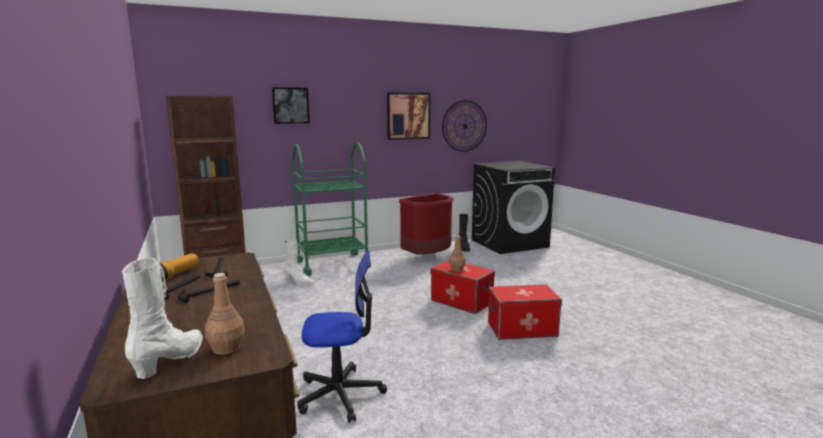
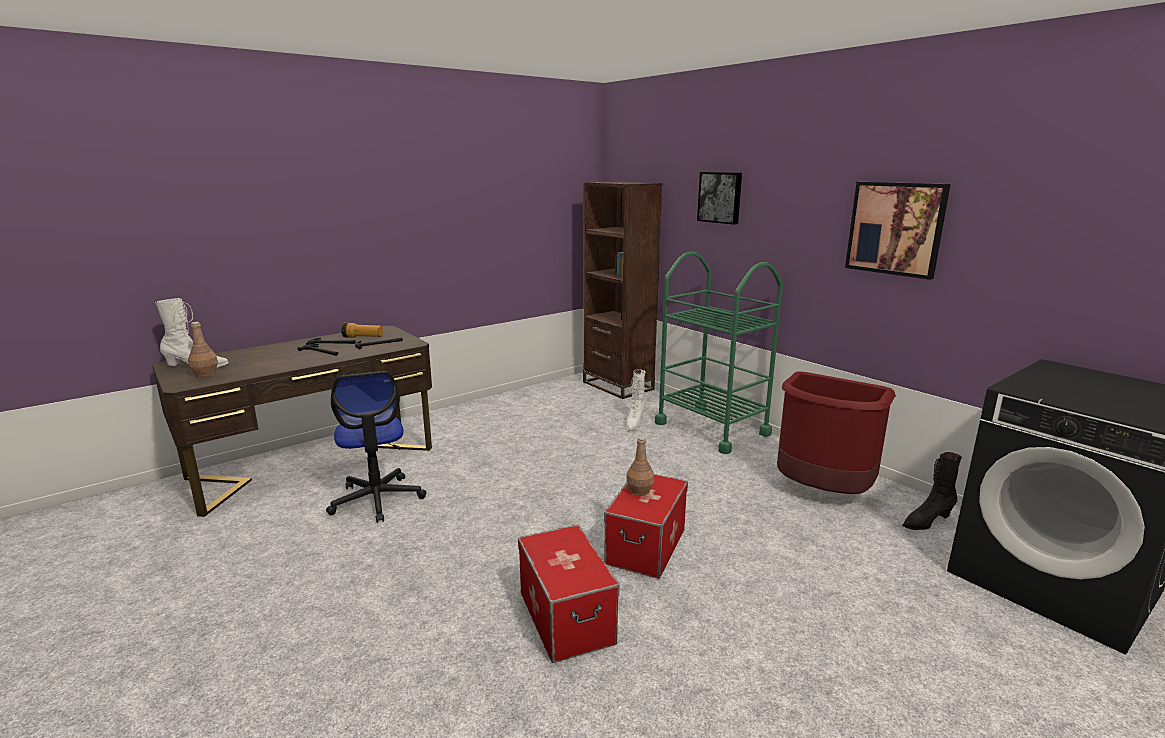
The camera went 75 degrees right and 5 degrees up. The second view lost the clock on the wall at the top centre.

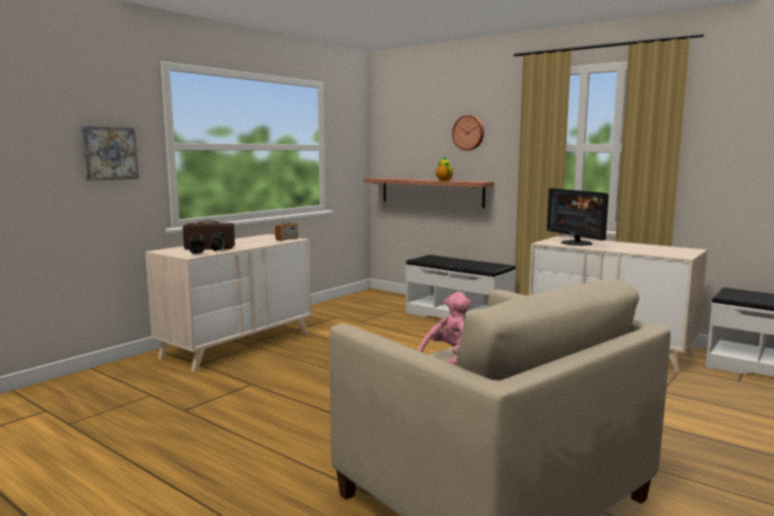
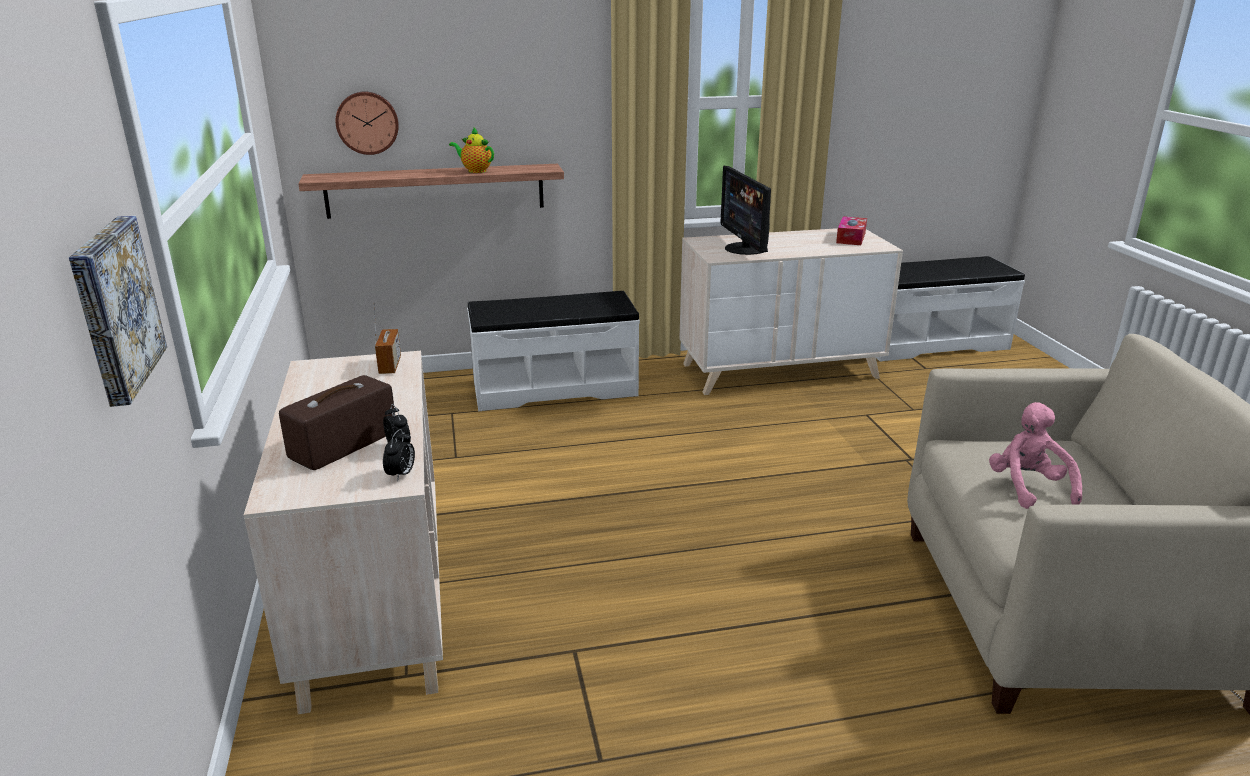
The camera went 50 degrees left and 15 degrees up. The clock on the wall ended up elsewhere, having gone from the top centre to the top left. The computer display at the middle right ended up facing another way, 60 degrees clockwise from before. The second view gained the tissue box at the top right.

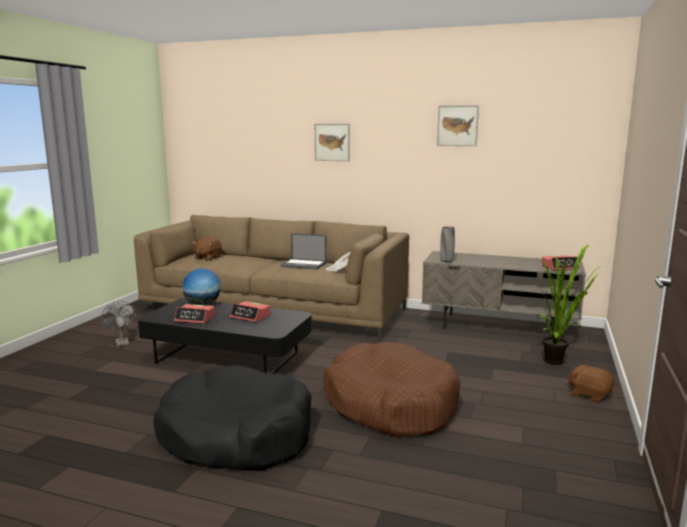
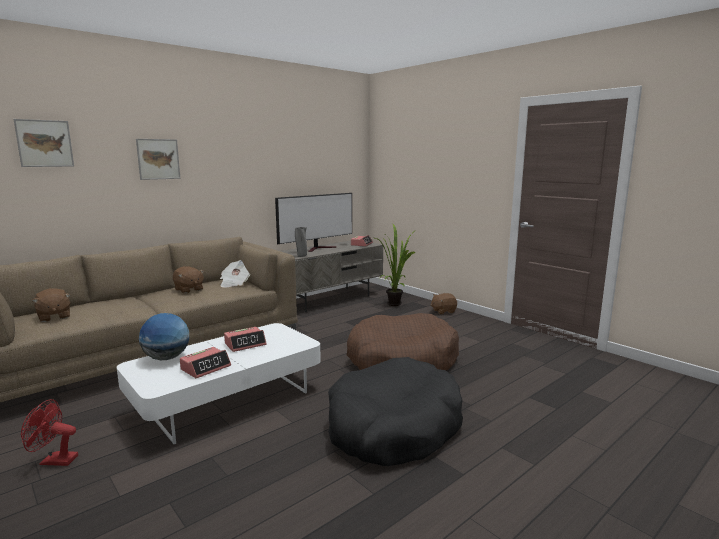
The camera went 60 degrees left and 0 degrees up. The wall art (no. 2 from left in the first image) ended up elsewhere, having gone from the top right to the top left. Where the portable computer stood at the centre, the brown plush toy (no. 2 from left) came to stand at the middle left. What was the blackish coffee table at the middle left turned into the whitish coffee table at the bottom left. What was the greyish fan at the middle left turned into the reddish fan at the bottom left. The second view gained the TV set at the centre.

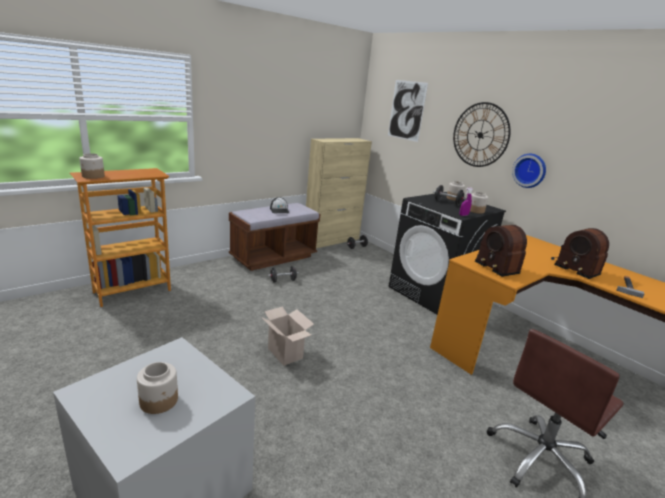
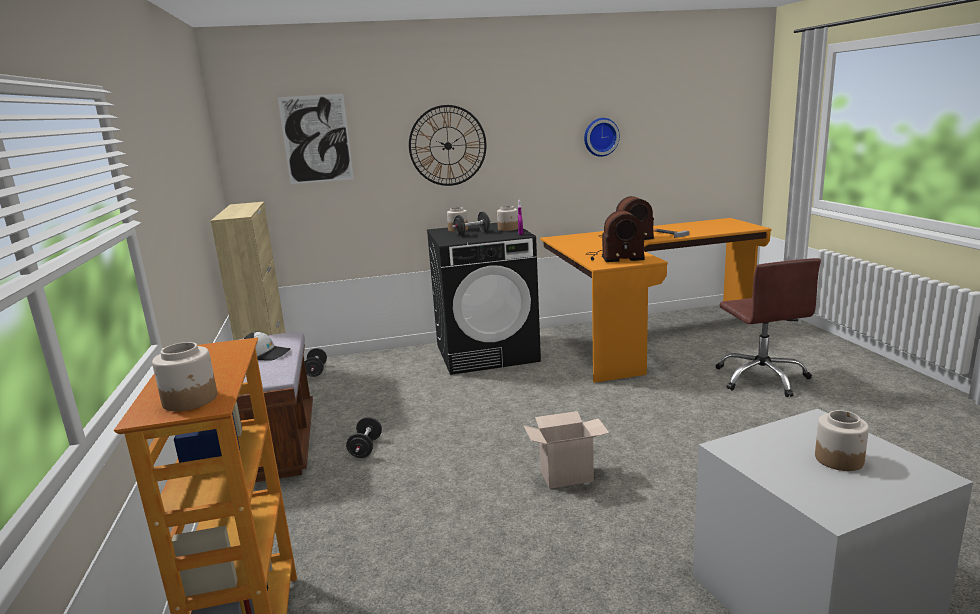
The camera went 60 degrees left and 5 degrees down. The clock on the wall (no. 2 from left) ended up elsewhere, having gone from the middle right to the top centre.

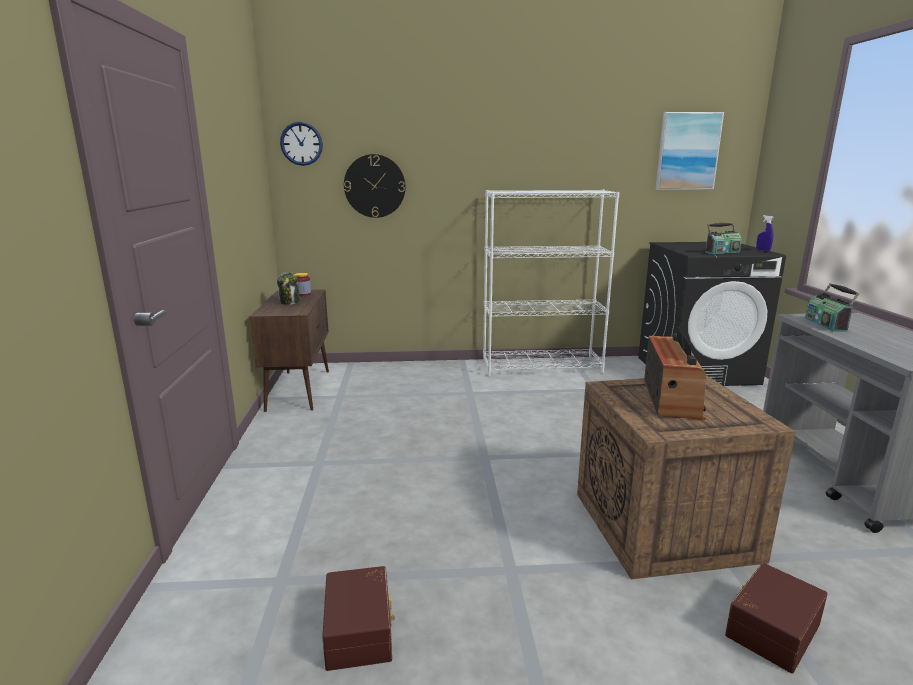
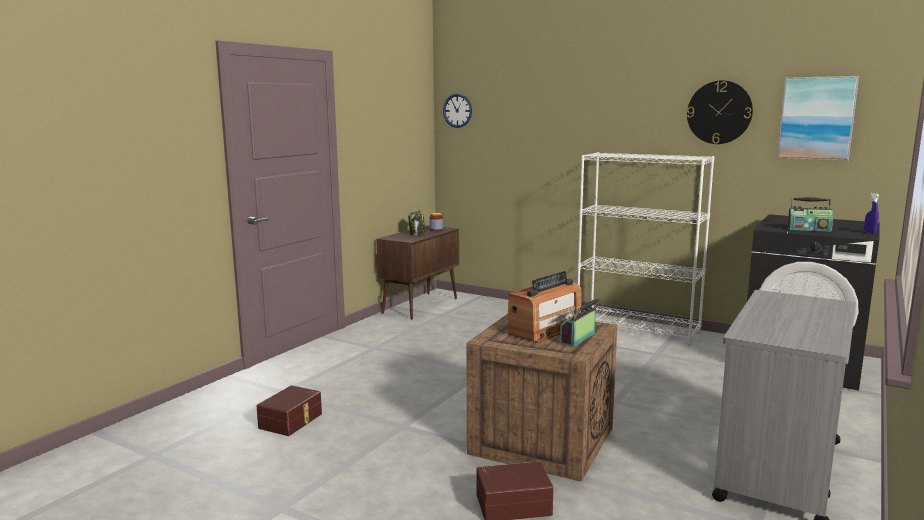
The camera went 35 degrees right and 5 degrees down. The clock on the wall (no. 2 from left) ended up elsewhere, having gone from the top centre to the top right. The radio (no. 3 from left in the first image) ended up elsewhere, having gone from the middle right to the centre.

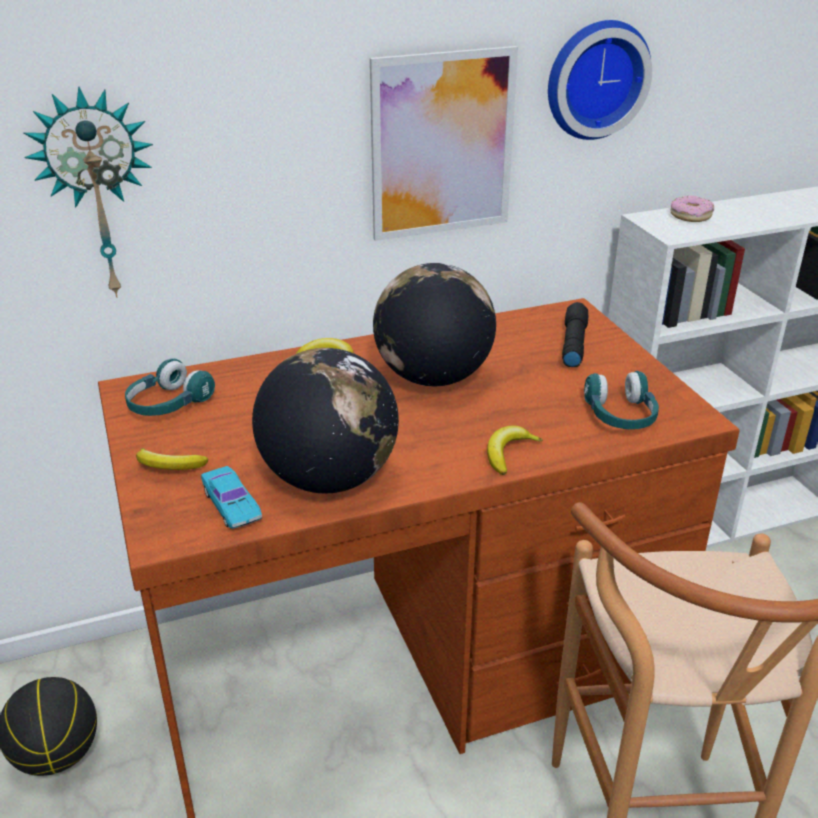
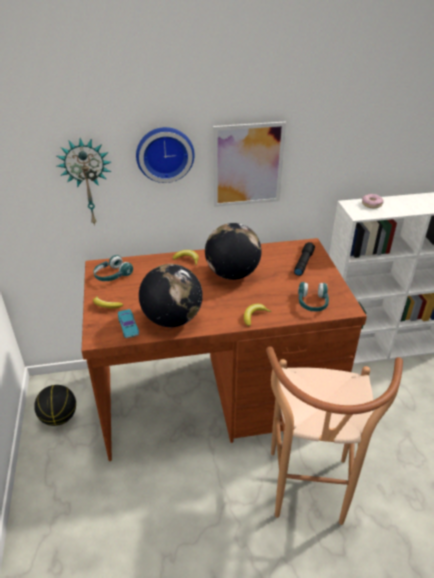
The camera went 10 degrees right and 5 degrees up. The clock on the wall (no. 2 from left) ended up elsewhere, having gone from the top right to the top centre.

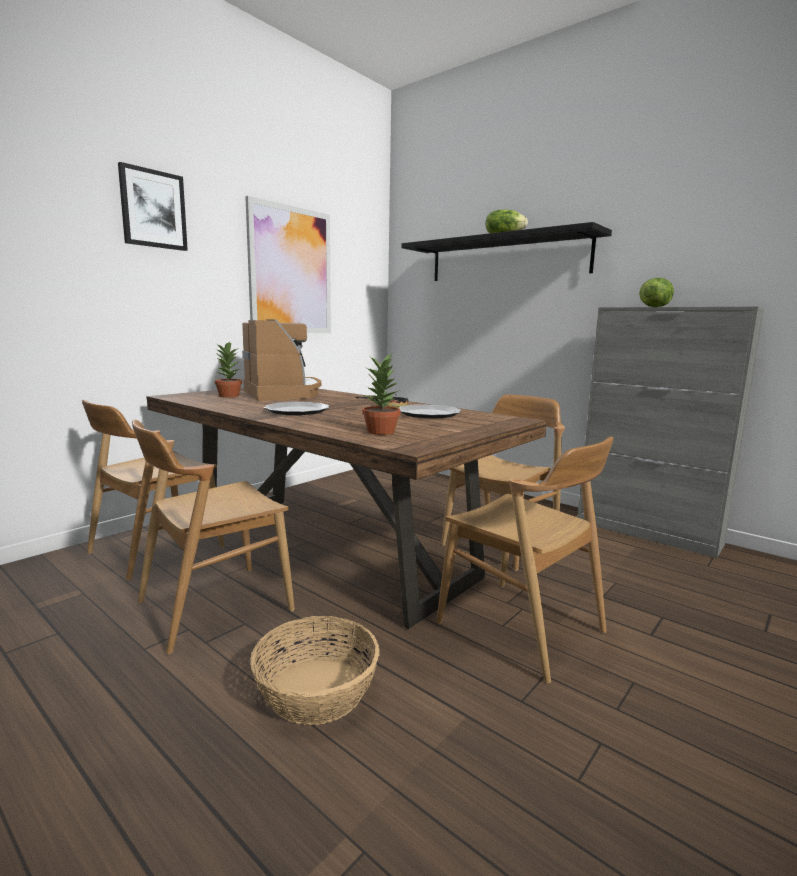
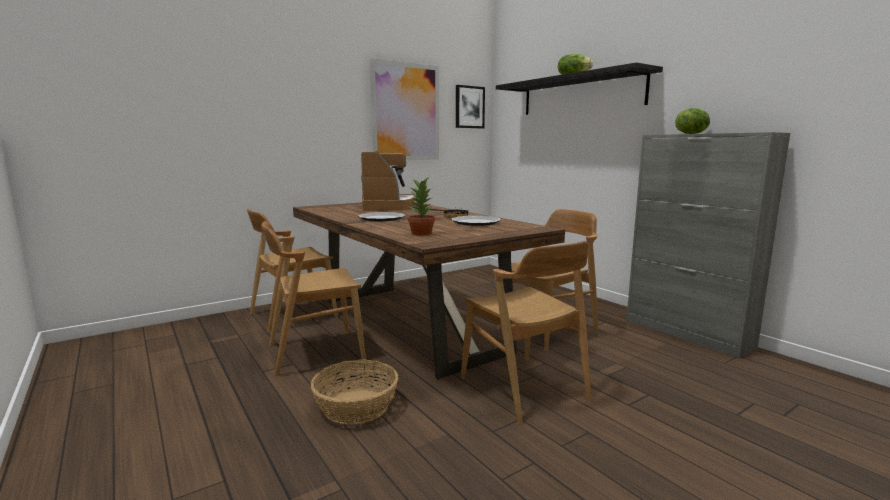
The camera went 15 degrees right and 0 degrees up. The wall art (no. 1 from left in the first image) ended up elsewhere, having gone from the top left to the top centre. The second view lost the plant in a pot (no. 1 from left) at the middle left.

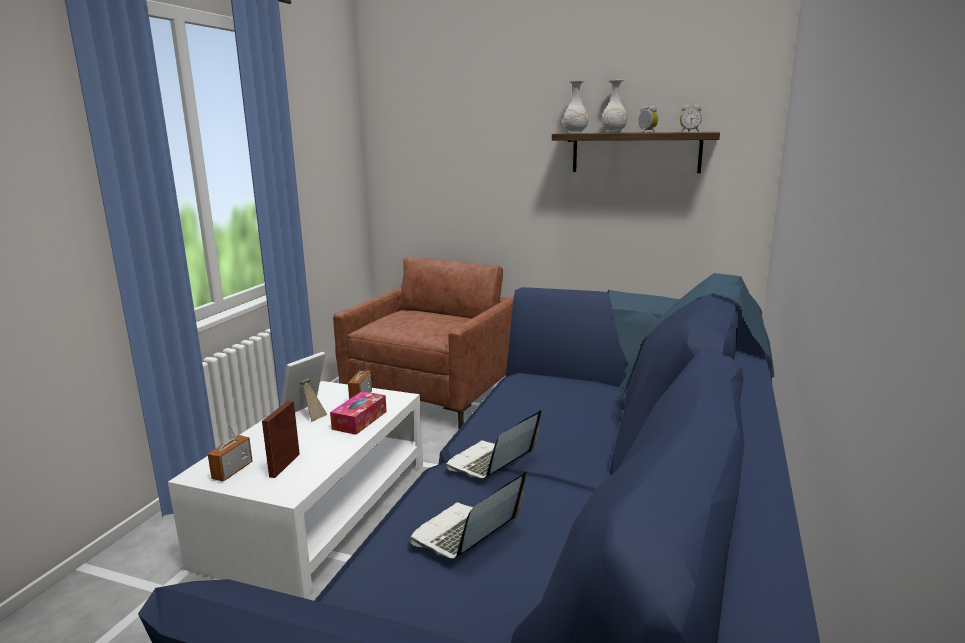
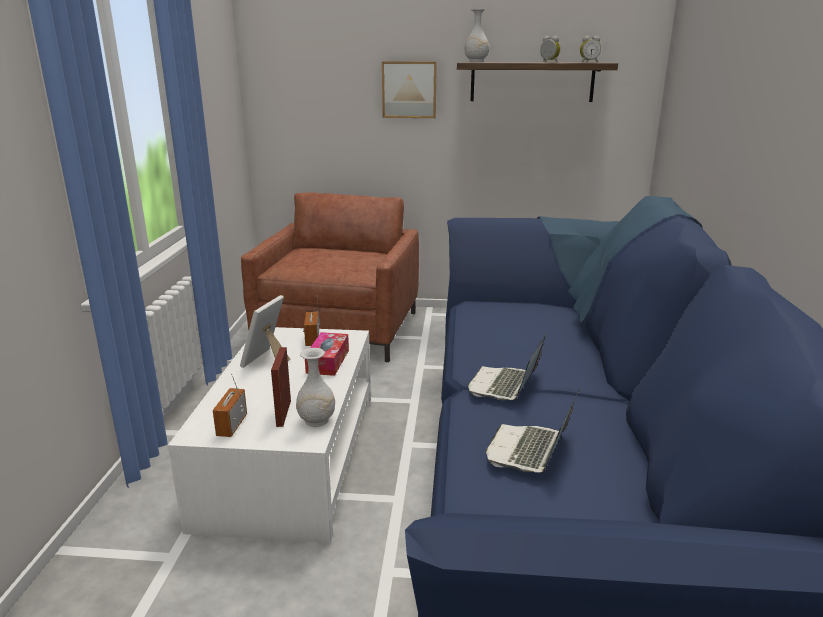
The camera went 15 degrees left and 5 degrees up. The whitish flower vase (no. 2 from left in the first image) ended up elsewhere, having gone from the top centre to the centre. The second view gained the wall art at the top centre.

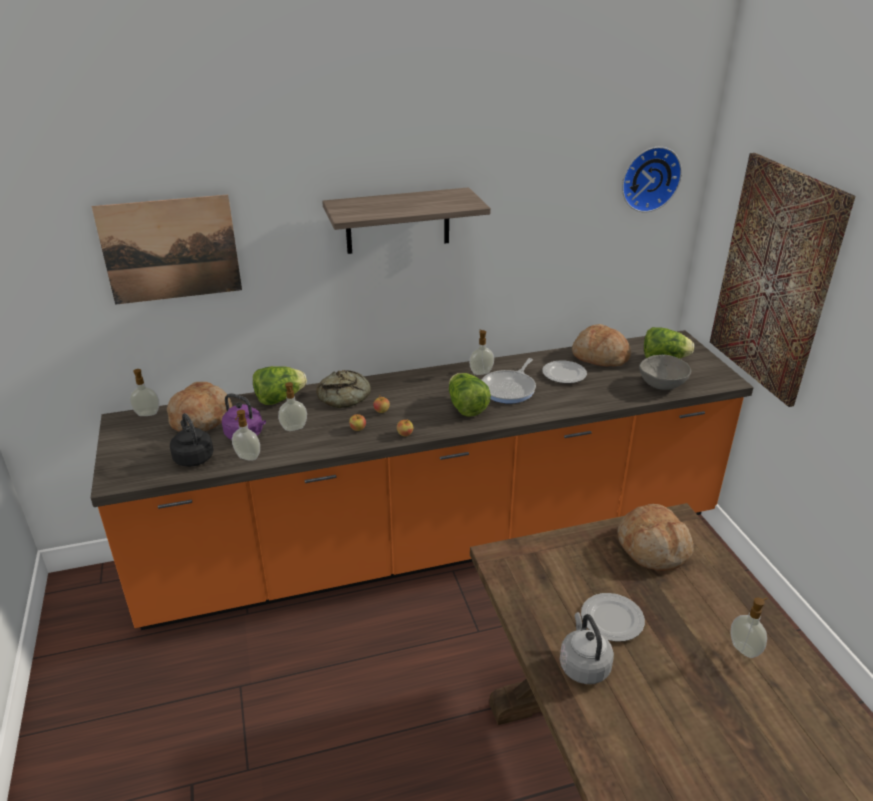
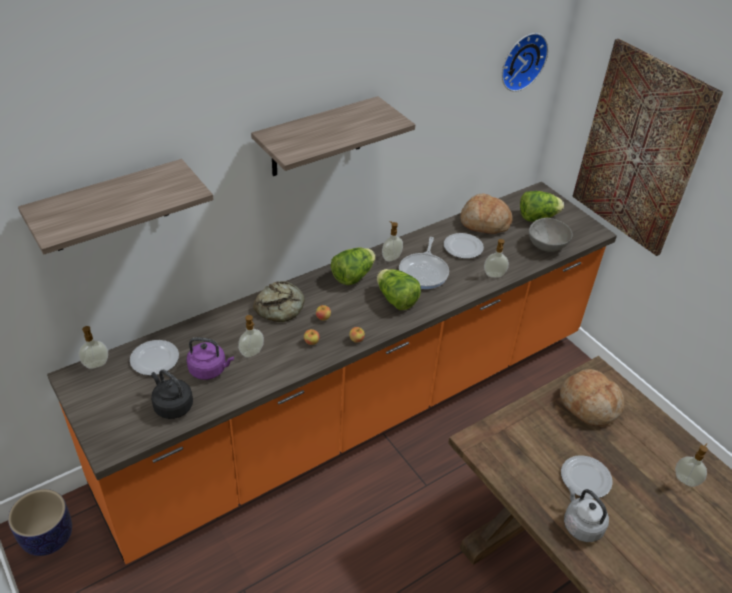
The camera went 20 degrees left and 10 degrees up. Where the wall art (no. 1 from left) hung at the top left, the wall shelf (no. 1 from left) came to hang at the middle left. The head of lettuce (no. 1 from left) ended up elsewhere, having gone from the middle left to the centre. Where the bread (no. 1 from left) stood at the middle left, the dinner plate (no. 1 from left) came to stand at the middle left. The soap bottle (no. 2 from left in the first image) ended up elsewhere, having gone from the middle left to the middle right. The second view gained the flower pot at the bottom left.

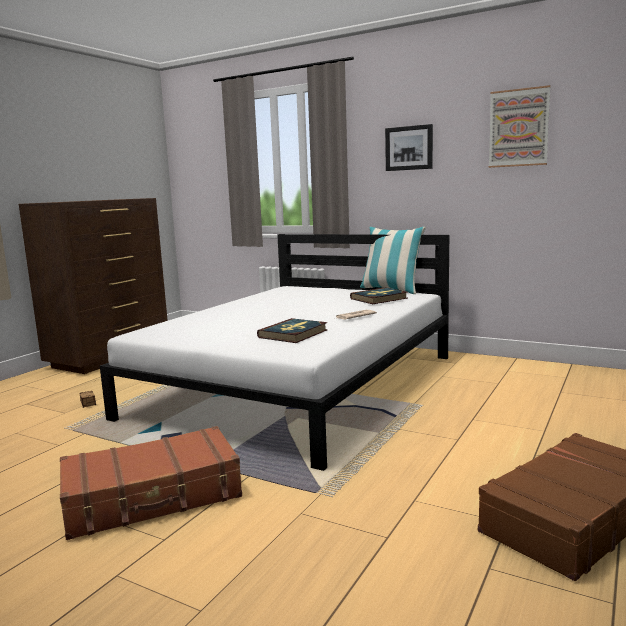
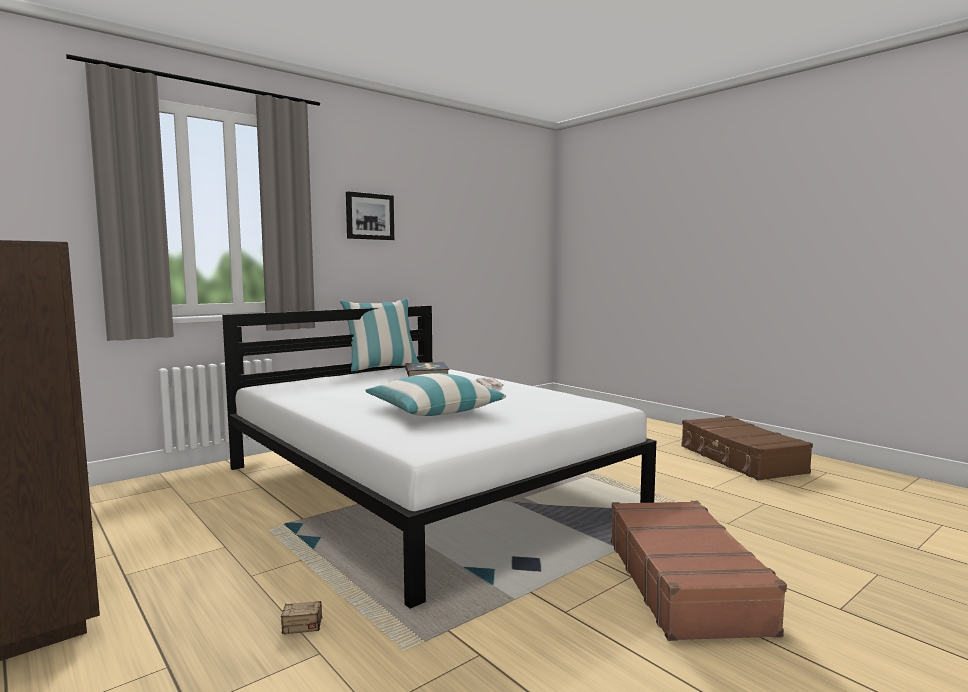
The camera went 70 degrees left and 5 degrees down. The second view lost the wall art (no. 2 from left) at the top right. The second view lost the volume (no. 1 from left) at the centre. The second view gained the cushion (no. 2 from left) at the centre.

